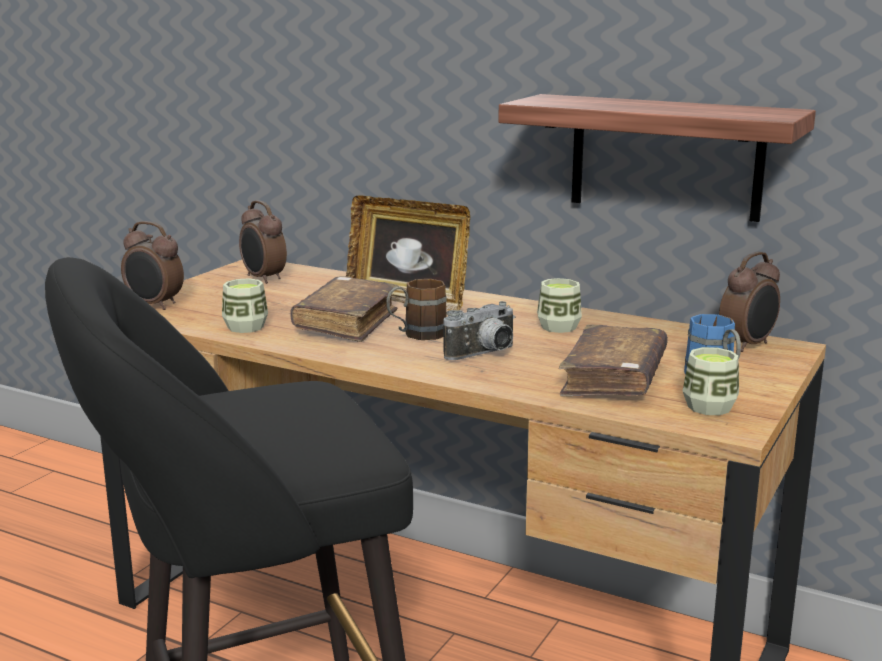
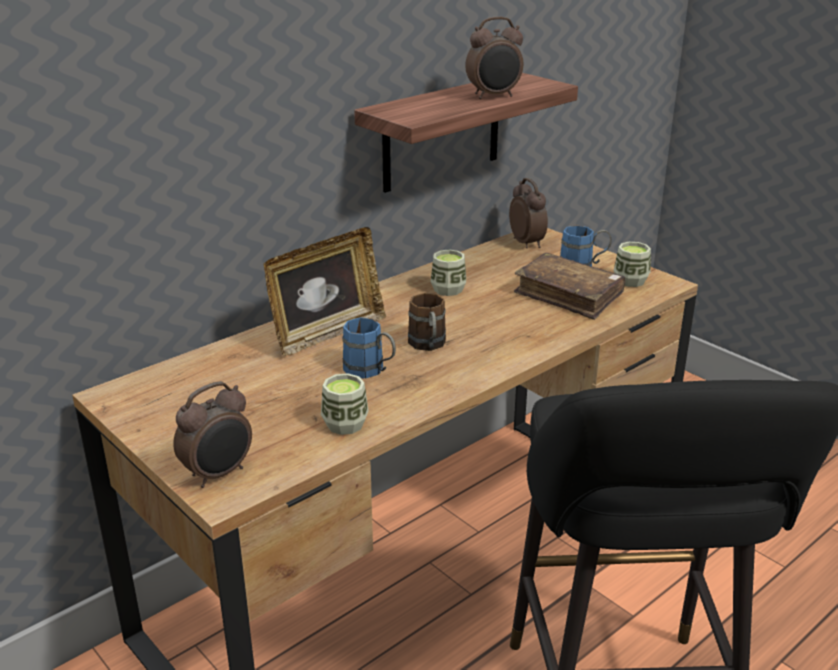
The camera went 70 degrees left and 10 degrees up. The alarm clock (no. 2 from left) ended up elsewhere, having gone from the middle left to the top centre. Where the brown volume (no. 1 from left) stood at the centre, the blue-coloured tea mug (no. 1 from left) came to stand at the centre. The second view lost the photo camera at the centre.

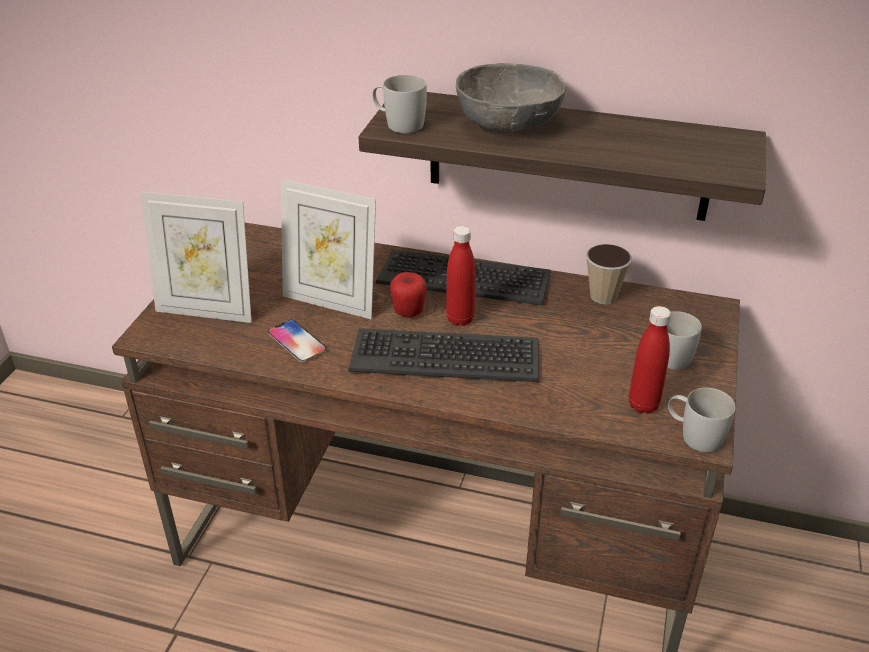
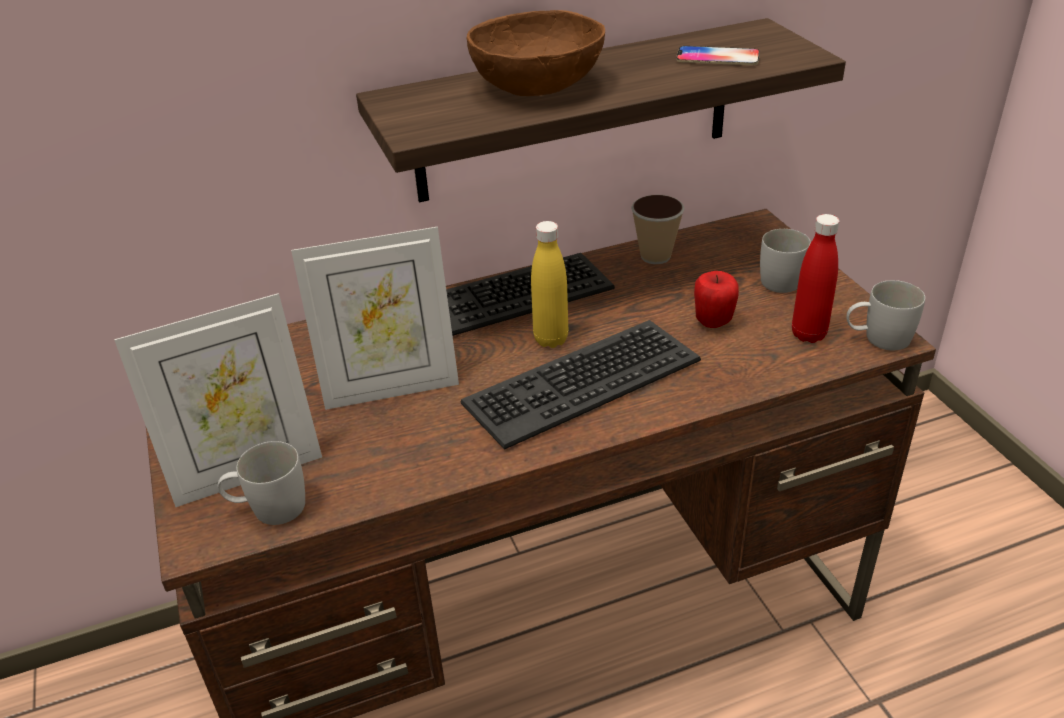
The camera went 35 degrees left and 0 degrees up. What was the greyish deep dish at the top centre turned into the brown deep dish at the top centre. The whitish tea mug (no. 1 from left) ended up elsewhere, having gone from the top centre to the bottom left. What was the reddish bottle (no. 1 from left) at the centre turned into the yellowish bottle at the centre. The whole apple ended up elsewhere, having gone from the centre to the middle right. The telephone ended up elsewhere, having gone from the centre to the top right.

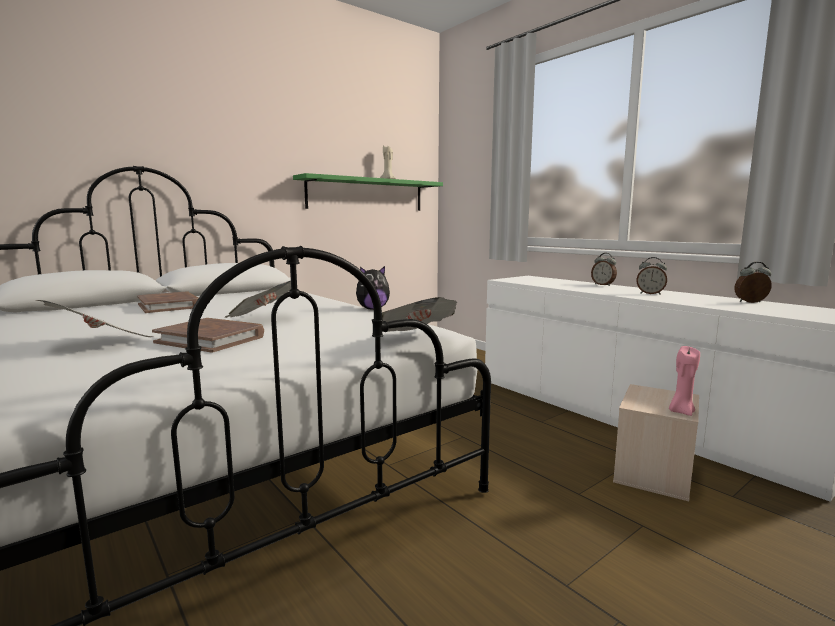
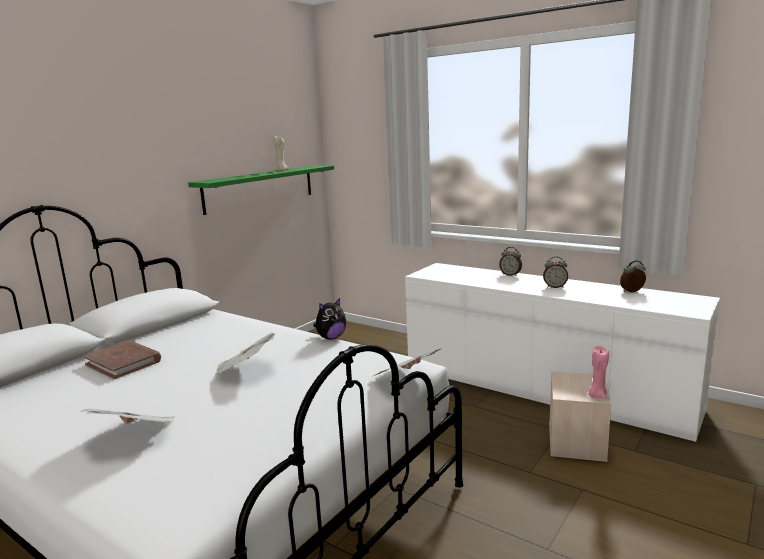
The camera went 15 degrees left and 5 degrees up. The second view lost the brown volume (no. 2 from left) at the middle left.

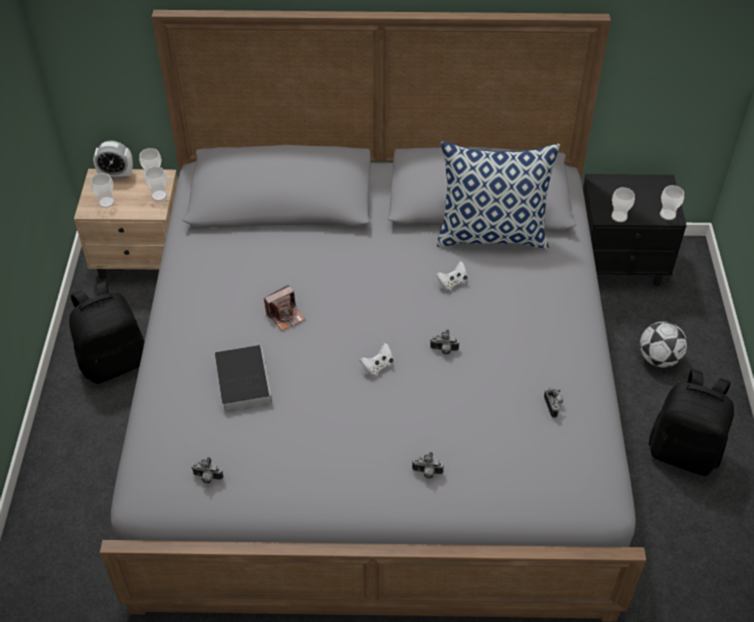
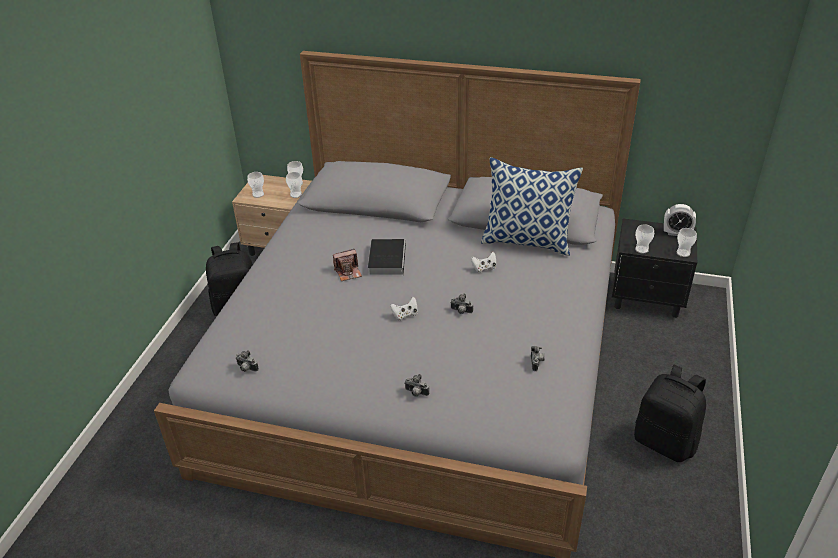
The camera went 15 degrees right and 10 degrees down. The alarm clock ended up elsewhere, having gone from the top left to the middle right. The second view lost the football at the middle right. The volume ended up elsewhere, having gone from the middle left to the centre.

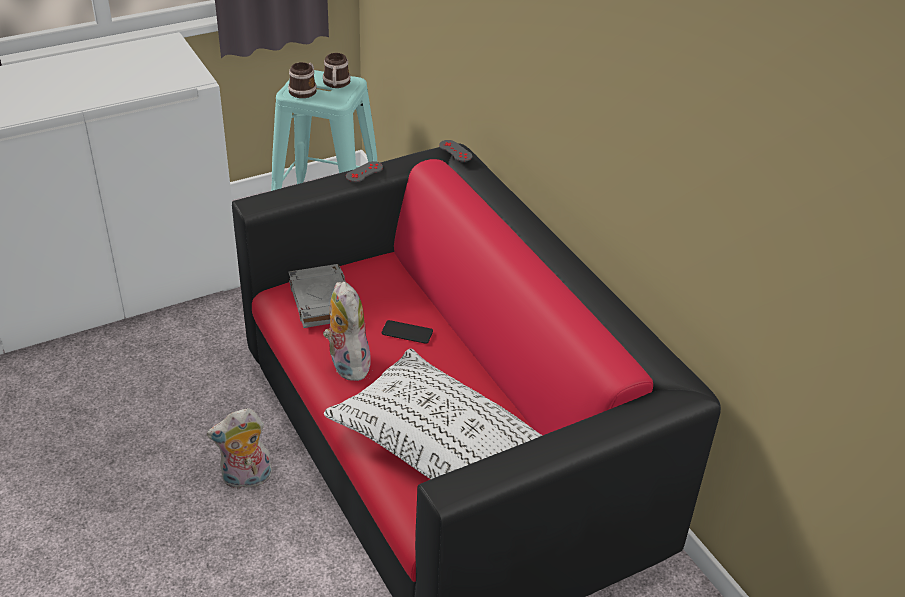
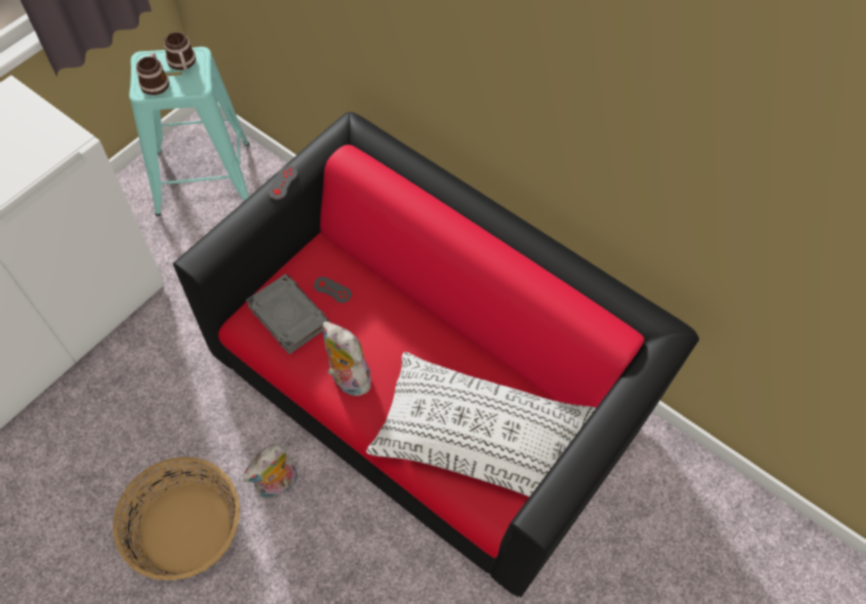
The camera went 25 degrees left and 20 degrees up. The greyish game controller (no. 2 from left) ended up elsewhere, having gone from the top centre to the centre. The second view lost the telephone at the centre. The second view gained the household basket at the bottom left.

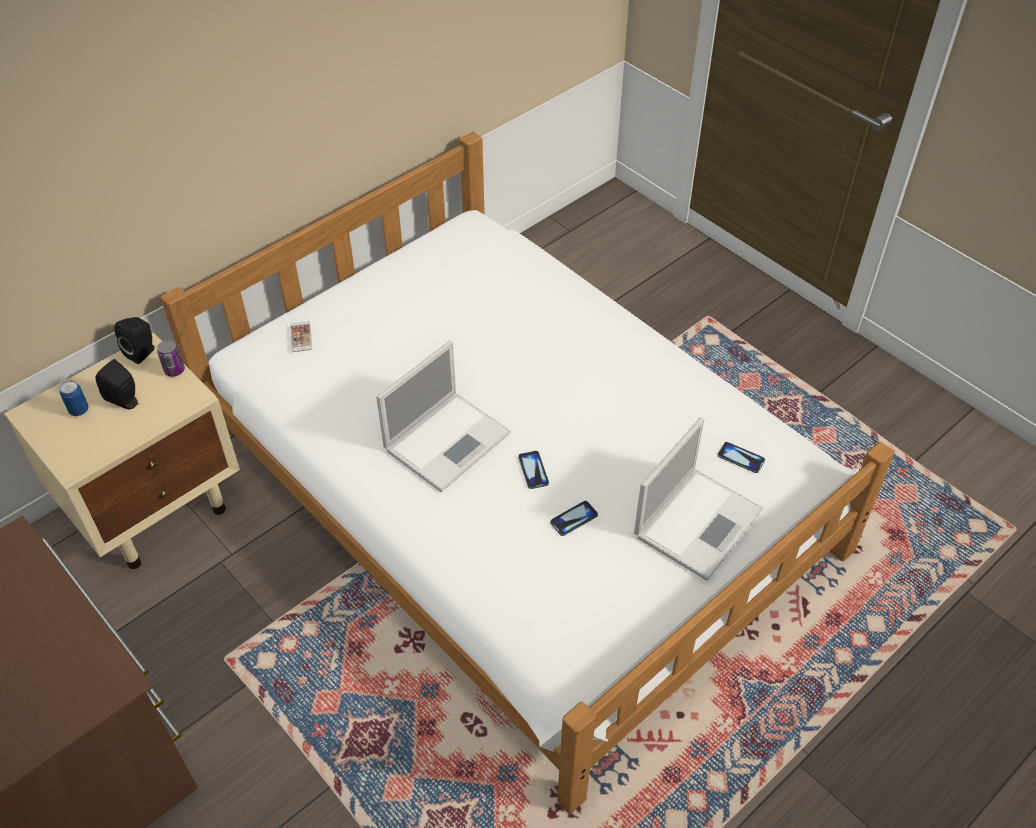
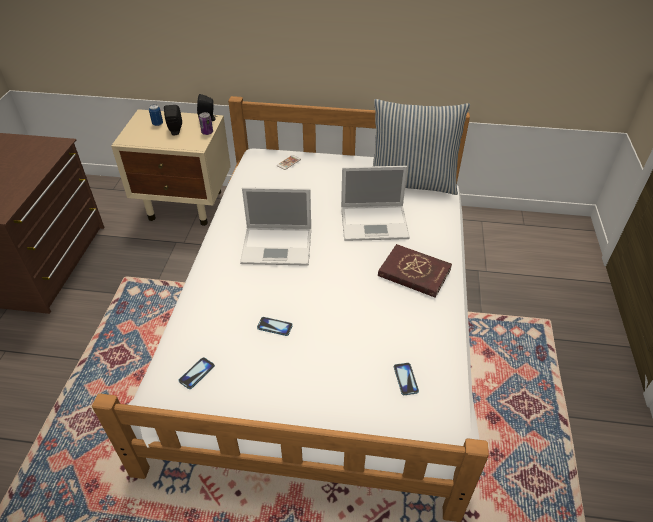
The camera went 50 degrees right and 5 degrees down. The portable computer (no. 2 from left) ended up elsewhere, having gone from the middle right to the centre. The telephone (no. 2 from left in the first image) ended up elsewhere, having gone from the centre to the bottom left. The second view gained the cushion at the top centre. The second view gained the reddish volume at the centre.

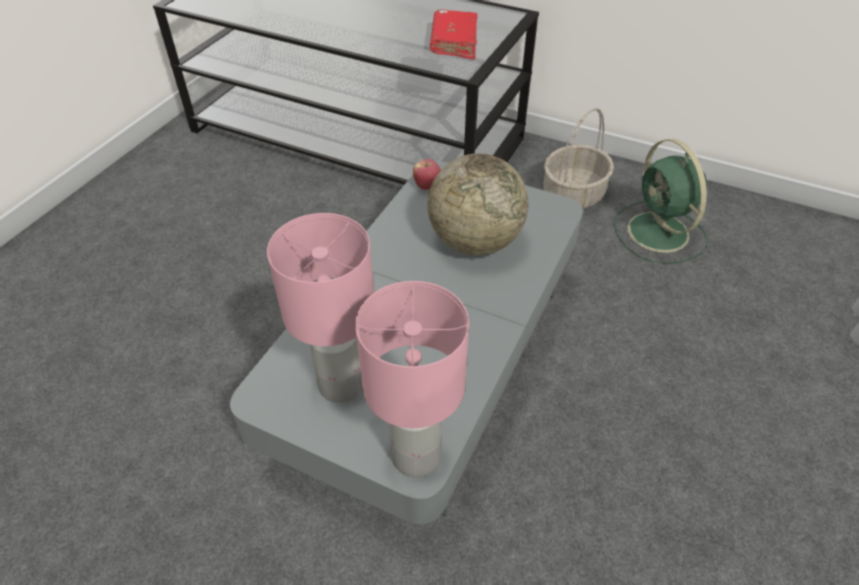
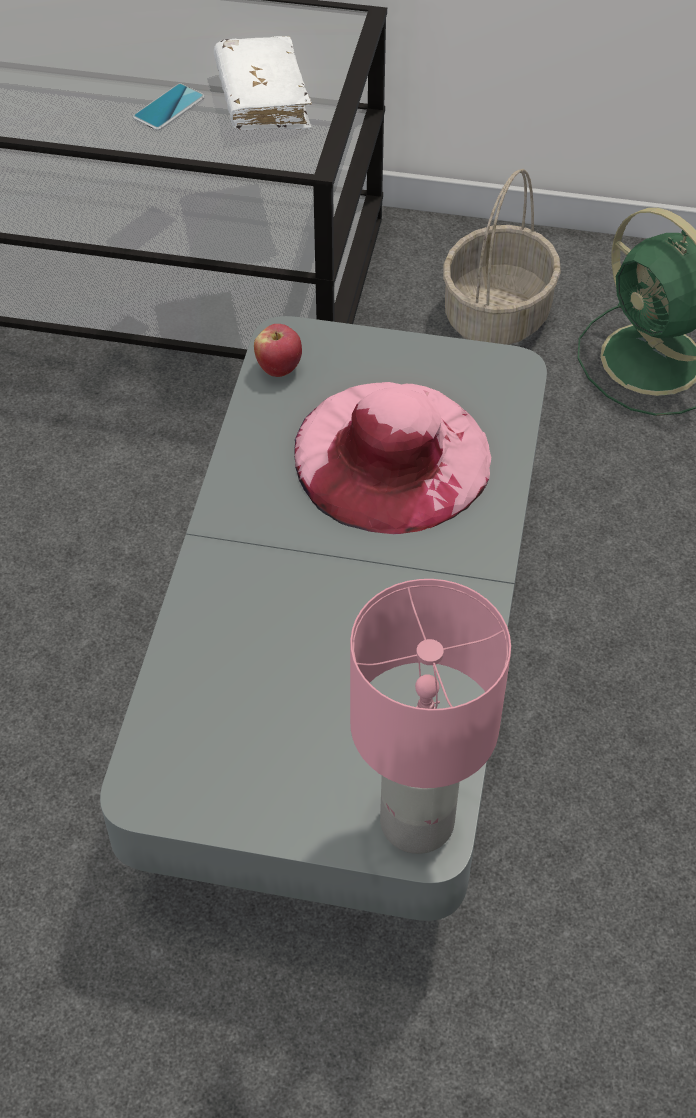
The camera went 15 degrees left and 5 degrees up. What was the reddish volume at the top centre turned into the whitish volume at the top centre. Where the desk globe stood at the centre, the pink-coloured clothing hat came to stand at the centre. The second view lost the pink-coloured lamp for a table (no. 1 from left) at the centre. The second view gained the telephone at the top left.

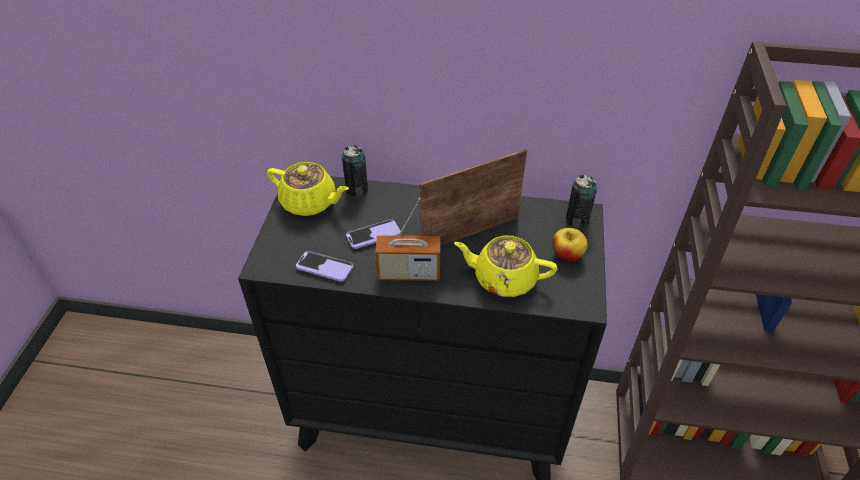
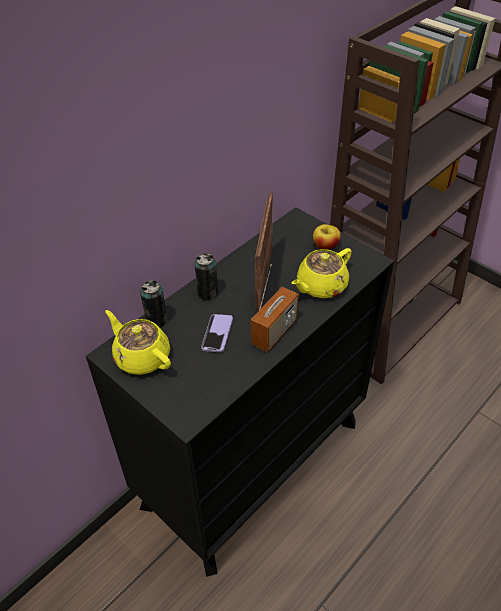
The camera went 55 degrees left and 0 degrees up. The yellowish pot for tea (no. 1 from left) at the centre ended up facing another way, 105 degrees counterclockwise from before. The metal can (no. 2 from left) ended up elsewhere, having gone from the middle right to the centre. The second view lost the telephone (no. 1 from left) at the centre.

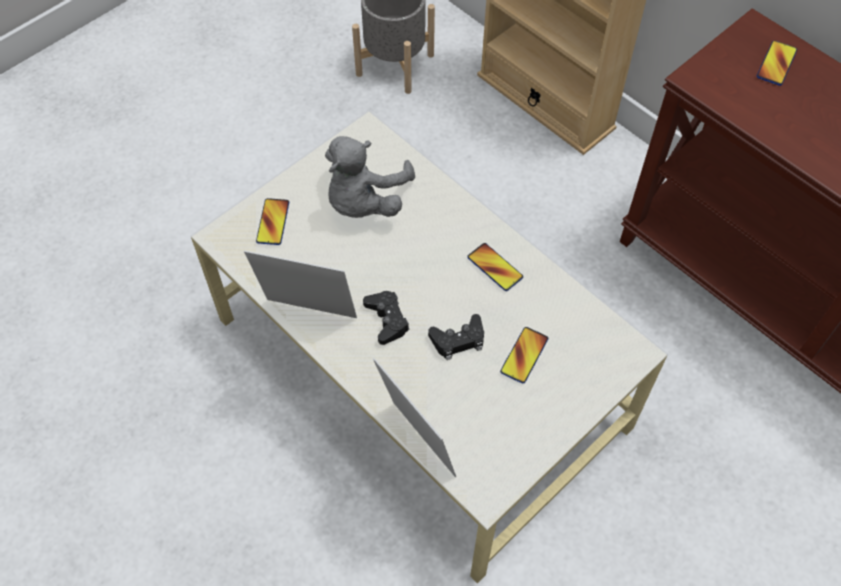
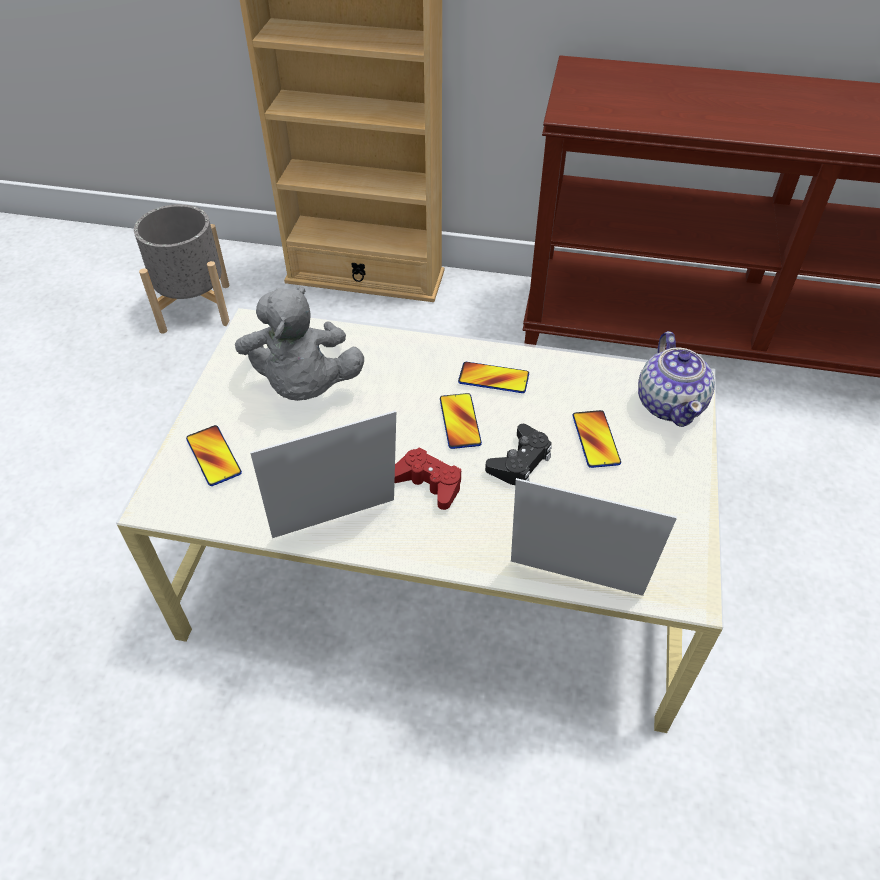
The camera went 35 degrees left and 10 degrees down. The telephone (no. 4 from left in the first image) ended up elsewhere, having gone from the top right to the centre. What was the blackish game controller (no. 1 from left) at the centre turned into the reddish game controller at the centre. The second view gained the pot for tea at the middle right.

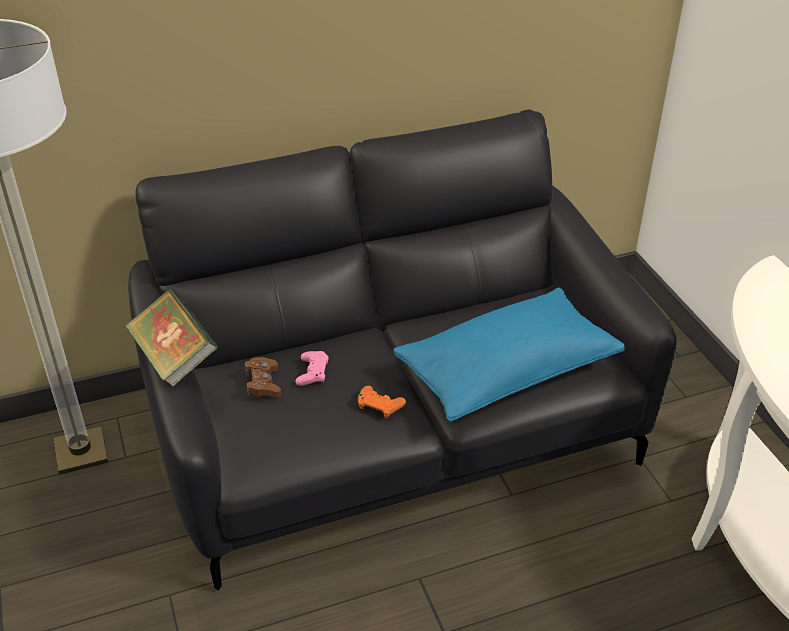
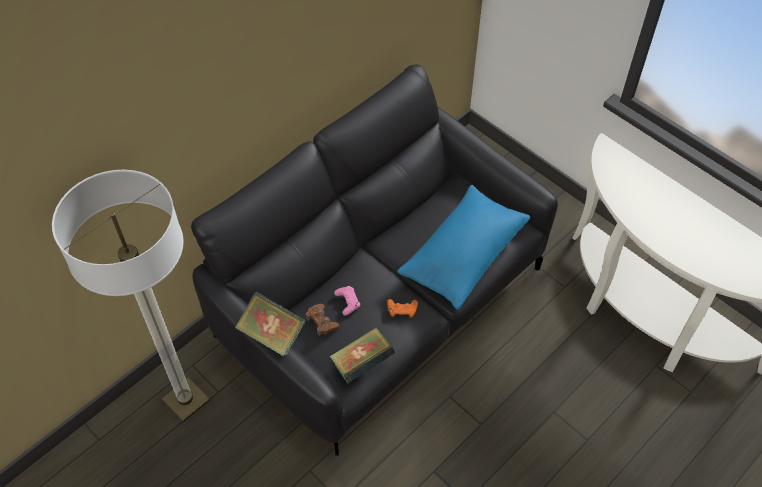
The camera went 25 degrees left and 15 degrees up. The second view gained the volume (no. 2 from left) at the bottom centre.

